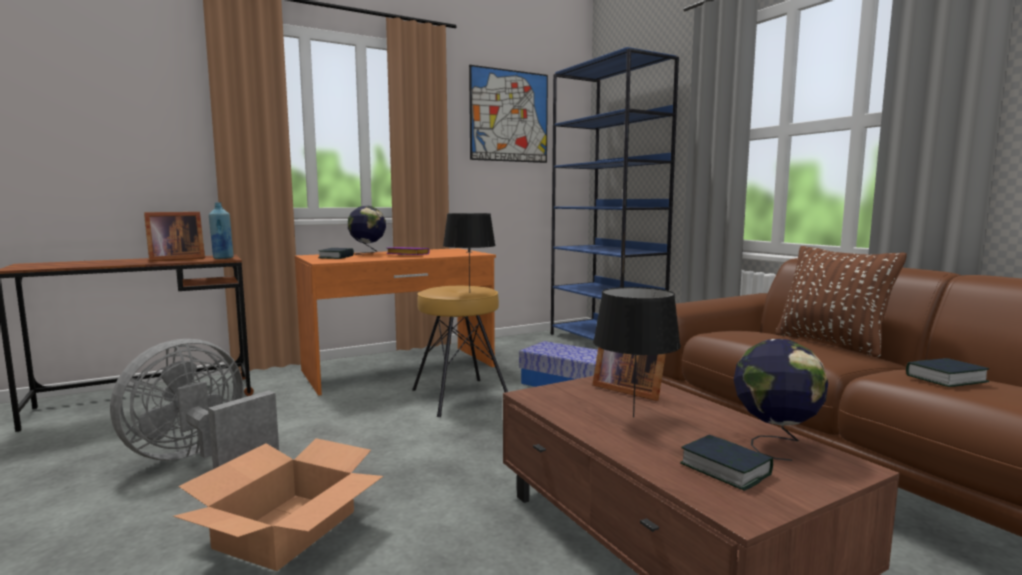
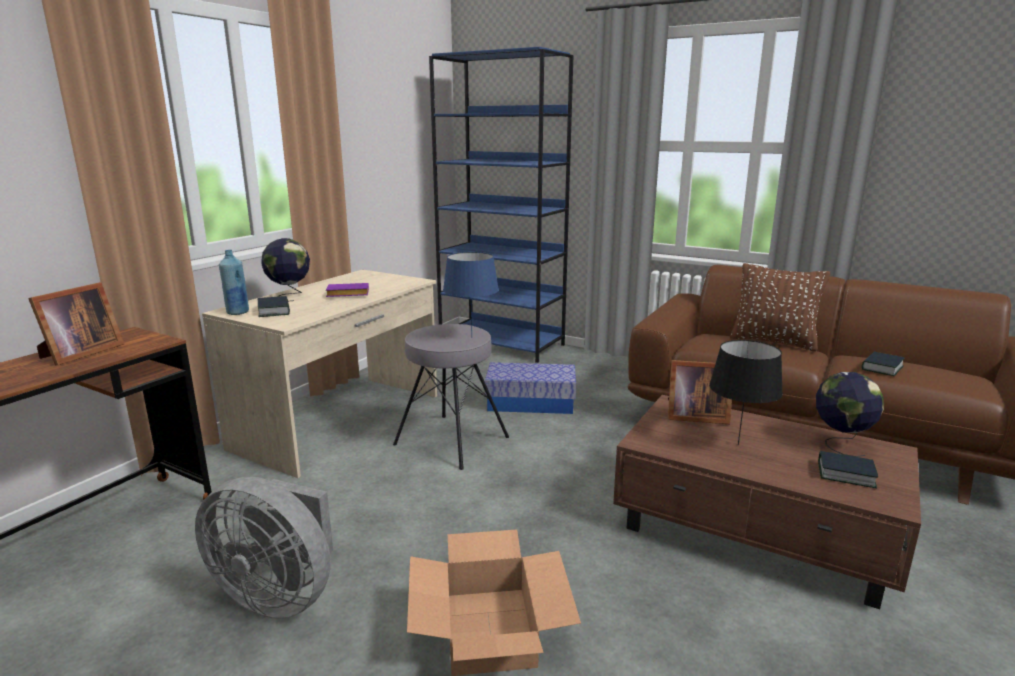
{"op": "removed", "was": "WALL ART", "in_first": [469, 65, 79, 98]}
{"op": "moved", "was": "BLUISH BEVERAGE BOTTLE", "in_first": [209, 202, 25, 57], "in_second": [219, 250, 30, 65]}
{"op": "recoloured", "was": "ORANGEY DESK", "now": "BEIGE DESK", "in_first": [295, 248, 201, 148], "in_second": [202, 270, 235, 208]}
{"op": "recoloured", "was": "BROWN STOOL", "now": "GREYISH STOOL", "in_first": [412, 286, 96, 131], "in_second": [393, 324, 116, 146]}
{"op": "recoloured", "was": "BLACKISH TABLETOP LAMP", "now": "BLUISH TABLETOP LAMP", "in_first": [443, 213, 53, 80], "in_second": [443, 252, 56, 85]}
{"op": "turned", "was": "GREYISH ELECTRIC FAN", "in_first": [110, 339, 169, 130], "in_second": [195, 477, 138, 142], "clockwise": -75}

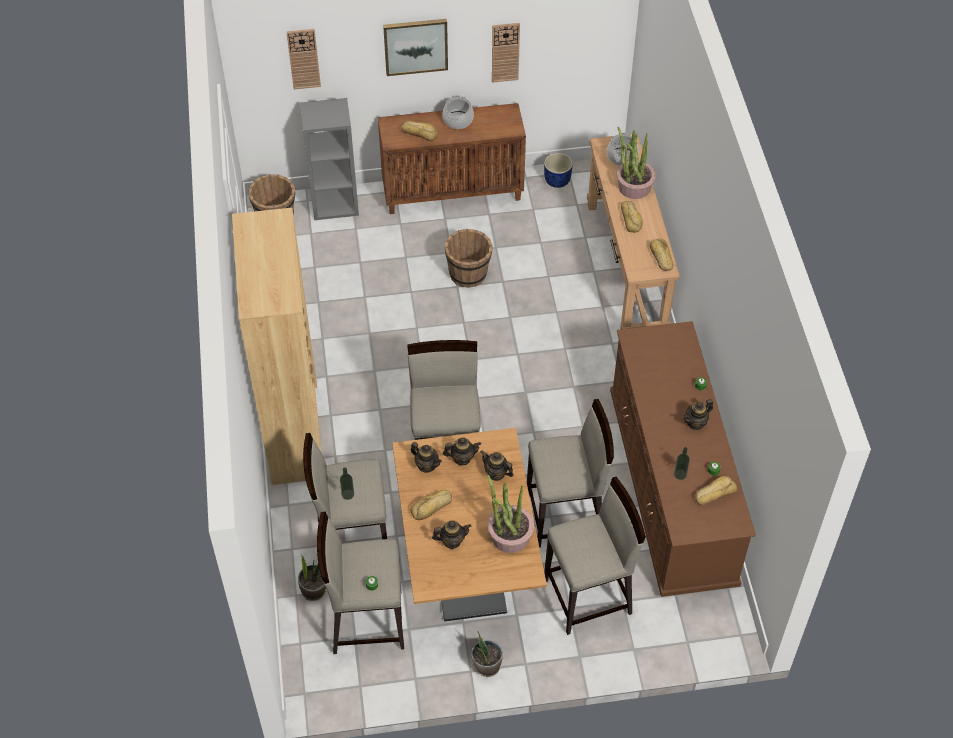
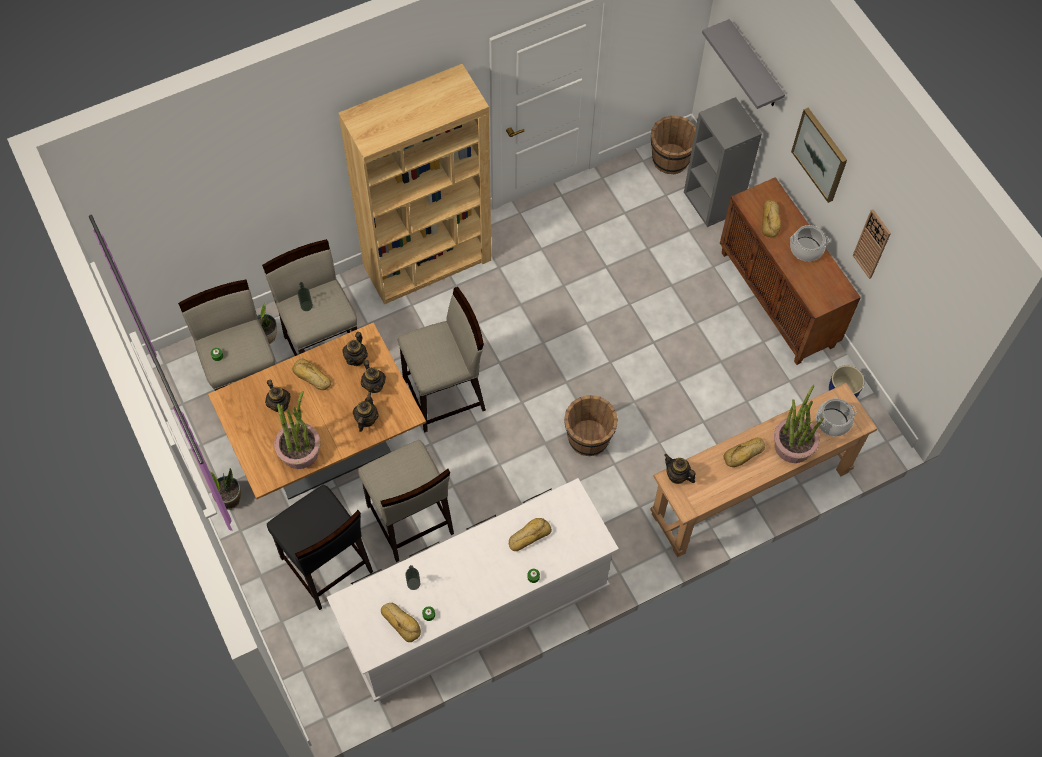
{"op": "moved", "was": "BROWN WATER BUCKET", "in_first": [445, 229, 48, 59], "in_second": [564, 395, 54, 61]}
{"op": "moved", "was": "BAKED BREAD", "in_first": [650, 239, 23, 32], "in_second": [509, 518, 43, 33]}
{"op": "moved", "was": "POT FOR TEA", "in_first": [683, 399, 30, 31], "in_second": [664, 454, 32, 30]}
{"op": "replaced", "was": "CLOCK ON THE WALL", "now": "GREYISH BRACKET SHELF", "in_first": [286, 29, 35, 60], "in_second": [702, 19, 83, 90]}
{"op": "recoloured", "was": "BEIGE STOOL", "now": "BLACKISH STOOL", "in_first": [544, 477, 102, 158], "in_second": [267, 484, 106, 126]}
{"op": "recoloured", "was": "BROWN CHEST OF DRAWERS", "now": "WHITE-COLOURED CHEST OF DRAWERS", "in_first": [610, 321, 146, 276], "in_second": [327, 478, 292, 224]}

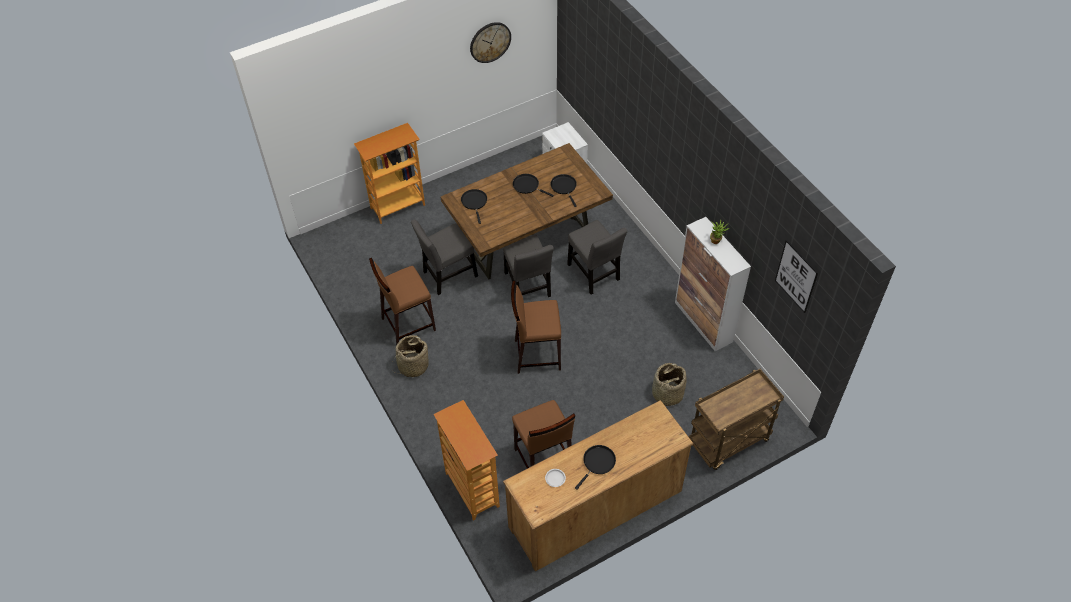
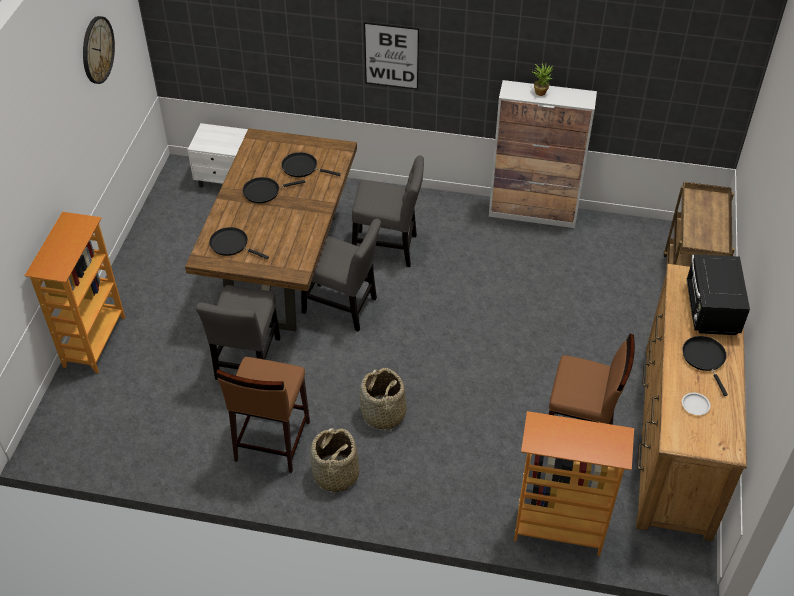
{"op": "removed", "was": "BROWN STOOL", "in_first": [511, 281, 50, 93]}
{"op": "added", "now": "BLACKISH MICROWAVE OVEN", "in_second": [687, 254, 63, 81]}
{"op": "moved", "was": "STORAGE BASKET", "in_first": [652, 363, 34, 43], "in_second": [359, 368, 47, 64]}
{"op": "moved", "was": "WALL ART", "in_first": [775, 240, 43, 73], "in_second": [364, 22, 55, 68]}

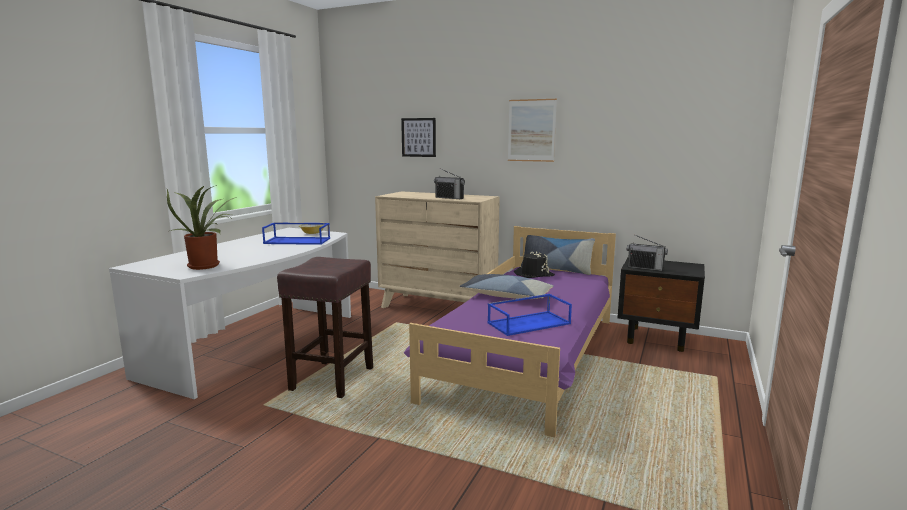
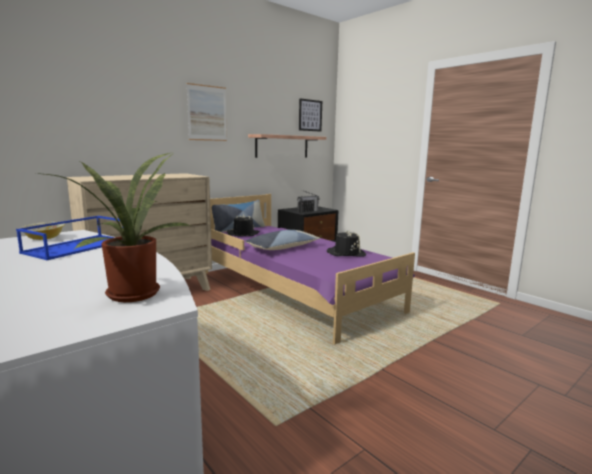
{"op": "removed", "was": "BROWN STOOL", "in_first": [277, 257, 96, 141]}
{"op": "removed", "was": "RADIO", "in_first": [434, 168, 31, 31]}
{"op": "added", "now": "BRACKET SHELF", "in_second": [248, 134, 78, 24]}
{"op": "moved", "was": "WALL ART", "in_first": [401, 118, 35, 39], "in_second": [299, 98, 23, 34]}
{"op": "replaced", "was": "BLUISH SERVING TRAY", "now": "BLACKISH WEARABLE HAT", "in_first": [487, 294, 85, 42], "in_second": [327, 230, 39, 27]}

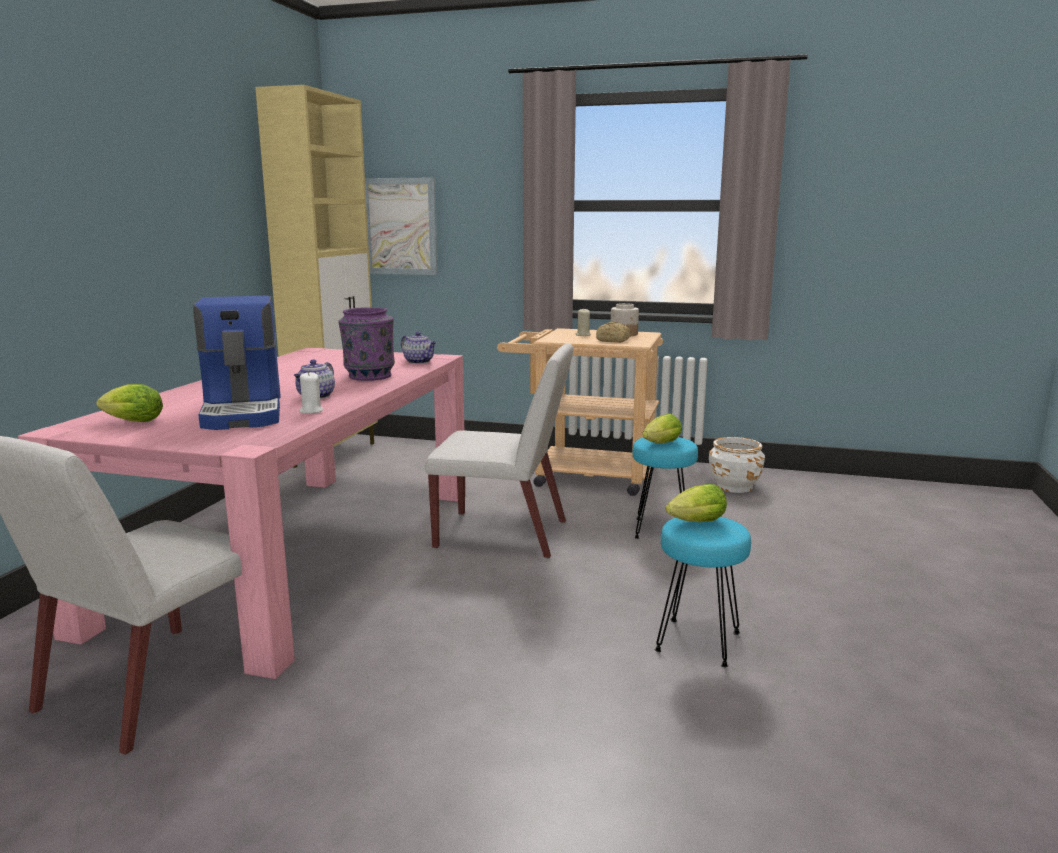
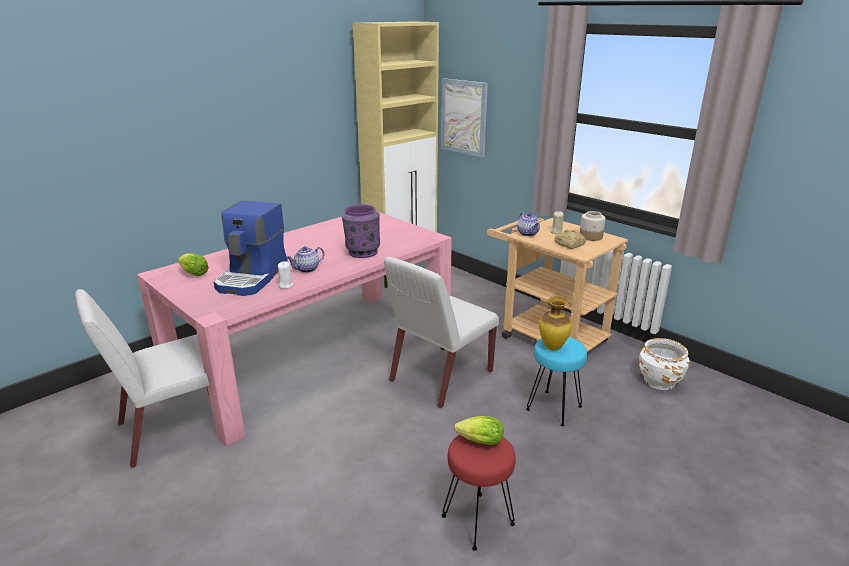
{"op": "moved", "was": "POT FOR TEA", "in_first": [401, 332, 35, 32], "in_second": [517, 213, 23, 23]}
{"op": "replaced", "was": "LETTUCE HEAD", "now": "VASE", "in_first": [642, 414, 40, 29], "in_second": [539, 297, 33, 53]}
{"op": "recoloured", "was": "TURQUOISE-COLOURED STOOL", "now": "RED STOOL", "in_first": [655, 517, 96, 150], "in_second": [441, 435, 75, 116]}
{"op": "turned", "was": "WHITE-COLOURED PLAIN CHAIR", "in_first": [425, 343, 148, 216], "in_second": [384, 257, 115, 151], "clockwise": 90}

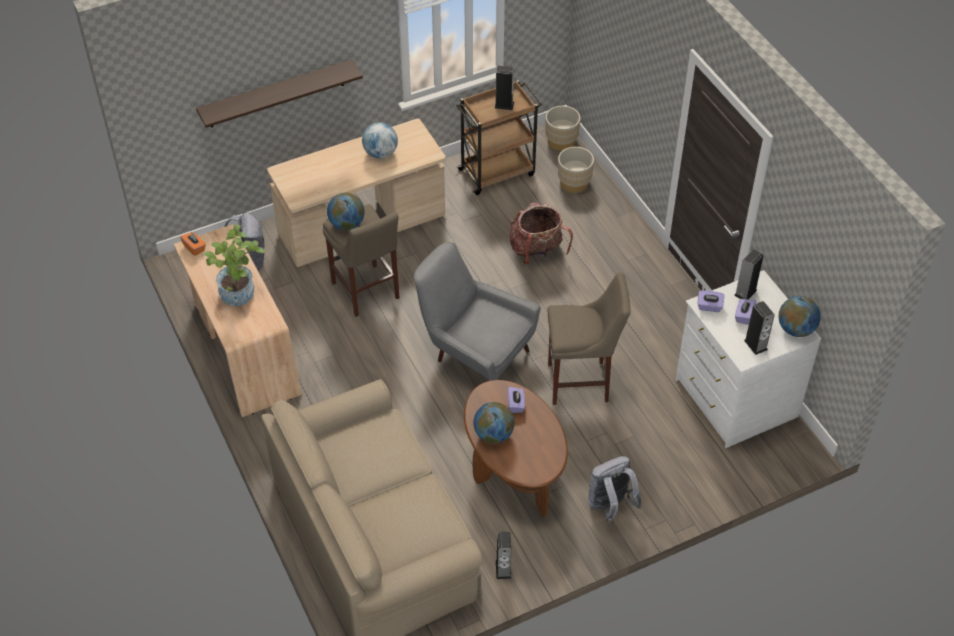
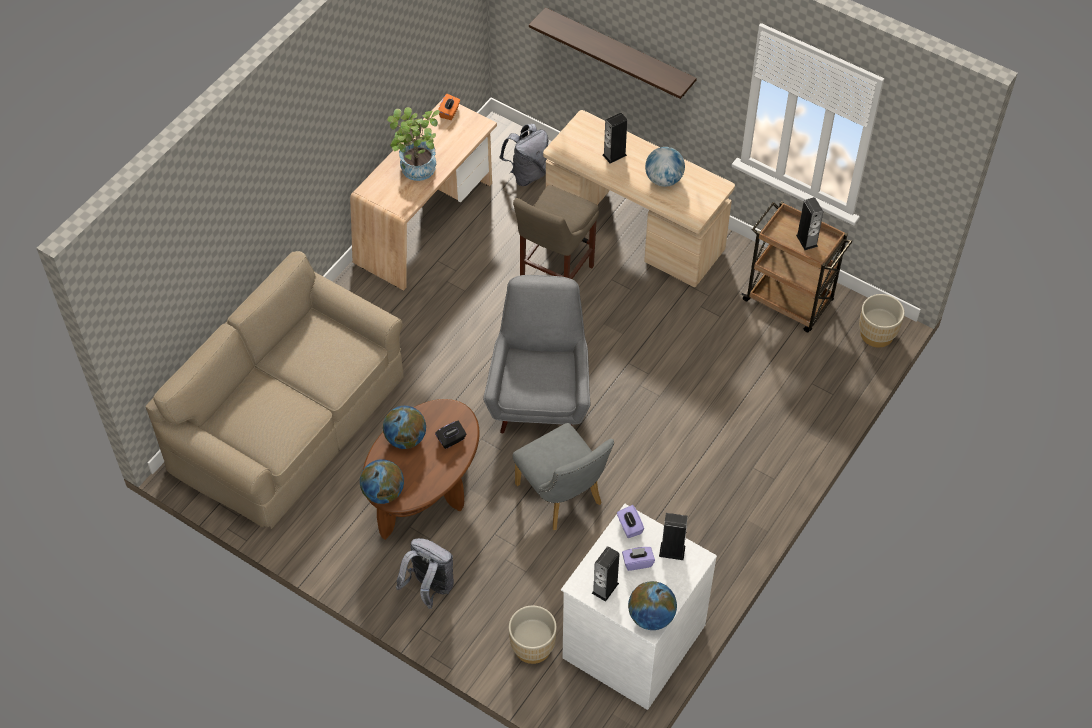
{"op": "removed", "was": "BACKPACK", "in_first": [509, 202, 64, 63]}
{"op": "moved", "was": "WORLD GLOBE", "in_first": [327, 193, 38, 37], "in_second": [360, 459, 44, 45]}
{"op": "moved", "was": "SPEAKER", "in_first": [496, 532, 15, 47], "in_second": [603, 113, 24, 50]}
{"op": "moved", "was": "BEIGE FLOWER POT", "in_first": [558, 147, 36, 46], "in_second": [509, 606, 48, 58]}
{"op": "replaced", "was": "BEIGE STOOL", "now": "GREYISH PLAIN CHAIR", "in_first": [547, 273, 84, 132], "in_second": [513, 423, 101, 107]}
{"op": "recoloured", "was": "PURPLE BOX OF TISSUES", "now": "BLACKISH BOX OF TISSUES", "in_first": [507, 387, 18, 26], "in_second": [435, 421, 32, 28]}

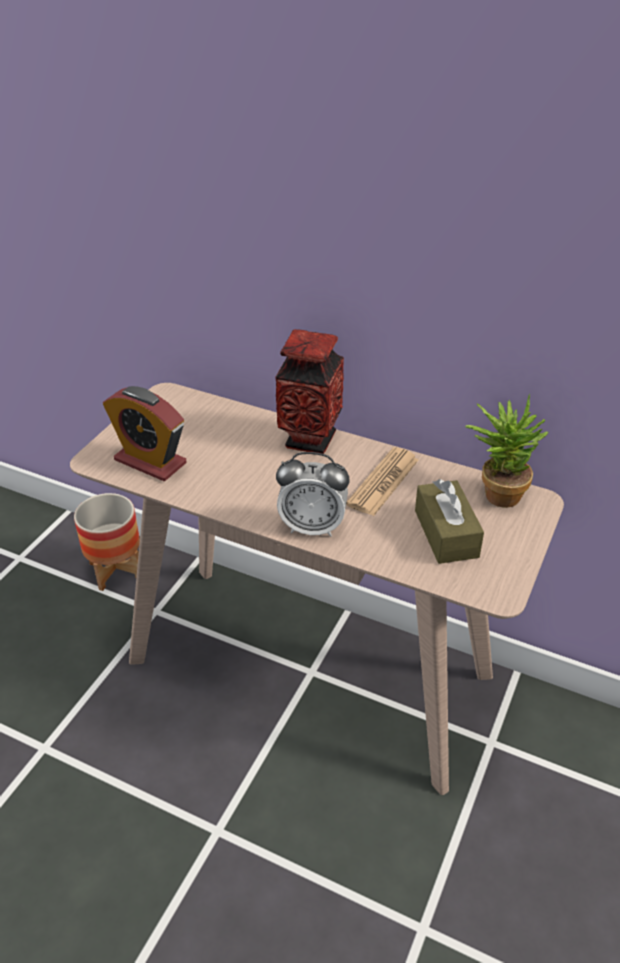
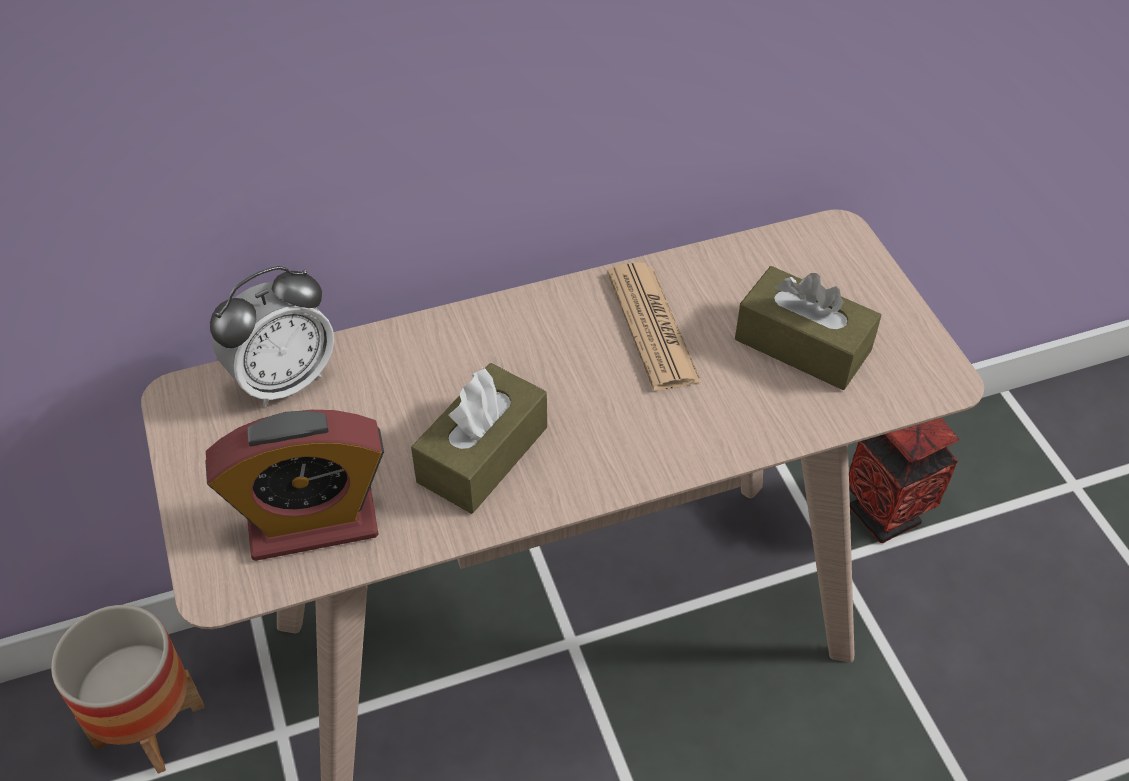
{"op": "removed", "was": "POTTED PLANT", "in_first": [465, 394, 83, 114]}
{"op": "added", "now": "BROWN BOX OF TISSUES", "in_second": [411, 363, 136, 151]}
{"op": "moved", "was": "VASE", "in_first": [275, 329, 69, 125], "in_second": [849, 418, 110, 125]}
{"op": "moved", "was": "BEDSIDE CLOCK", "in_first": [276, 452, 74, 85], "in_second": [210, 266, 124, 141]}

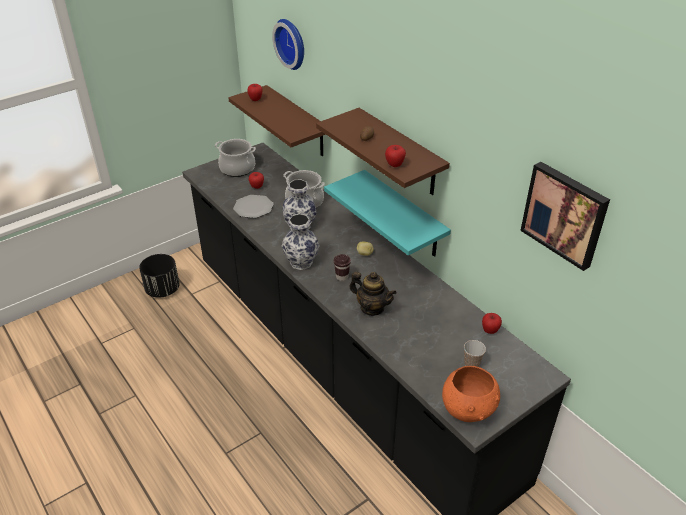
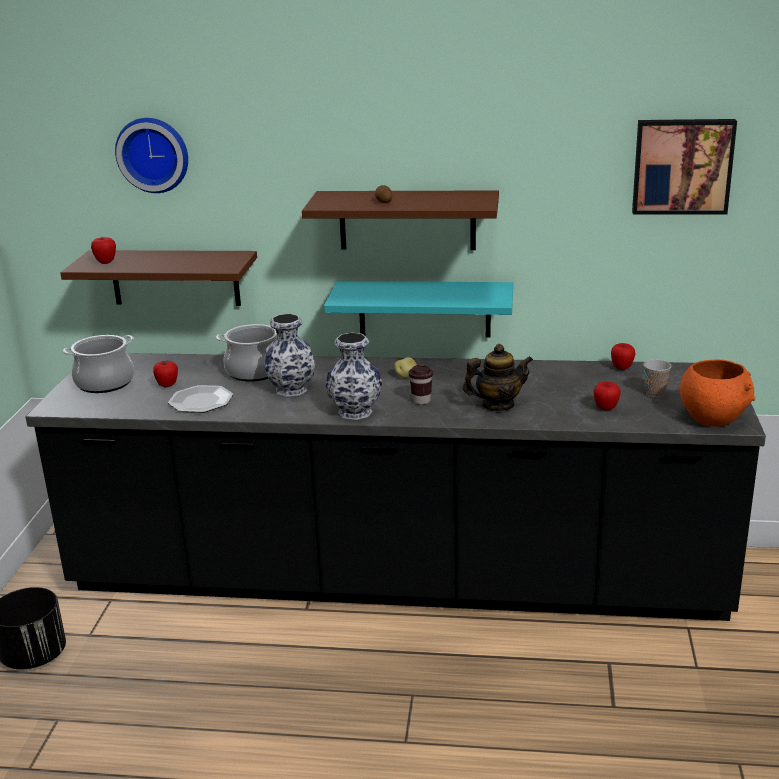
{"op": "moved", "was": "APPLE", "in_first": [385, 145, 21, 22], "in_second": [593, 382, 28, 28]}

